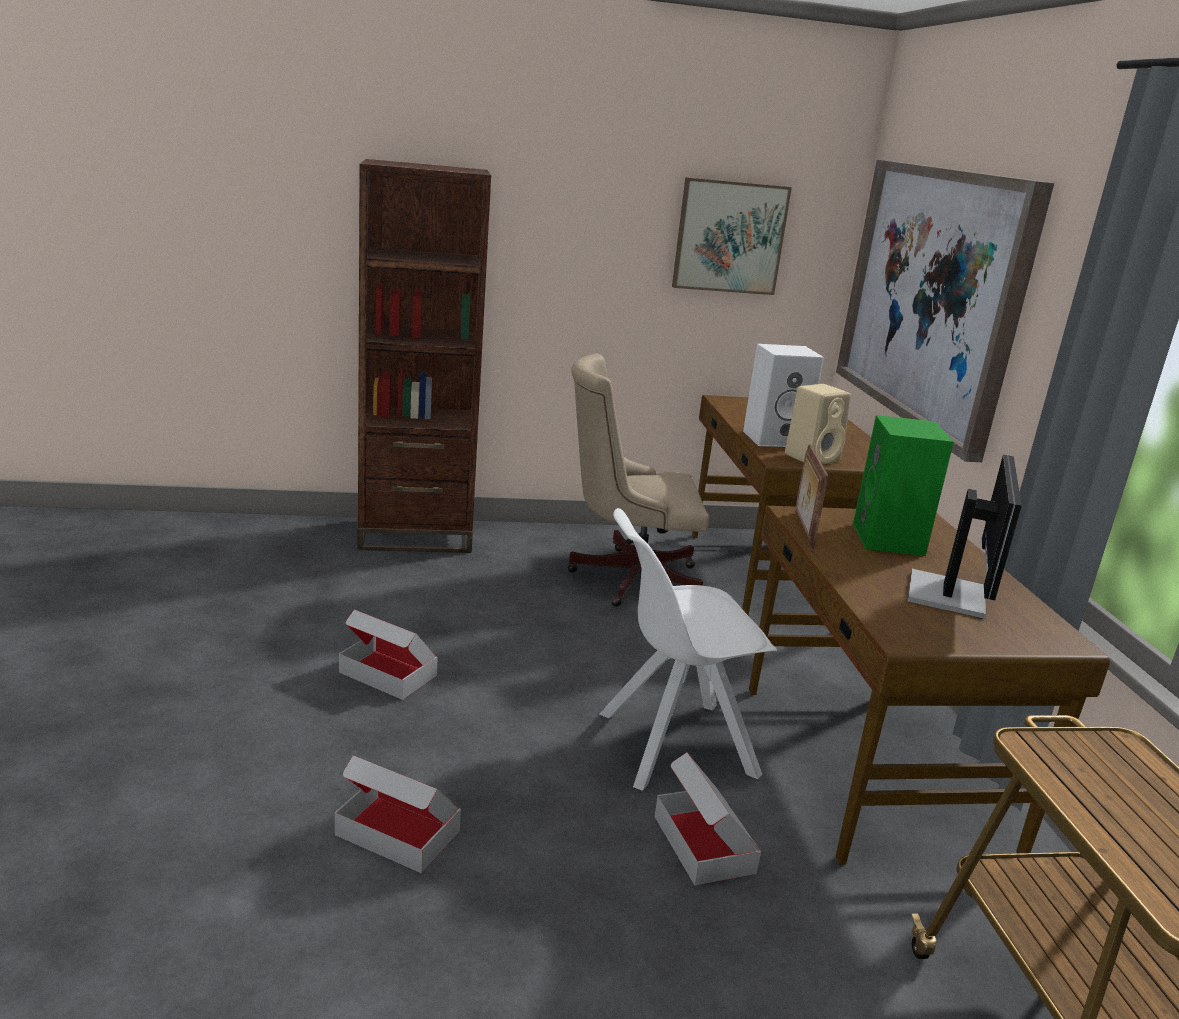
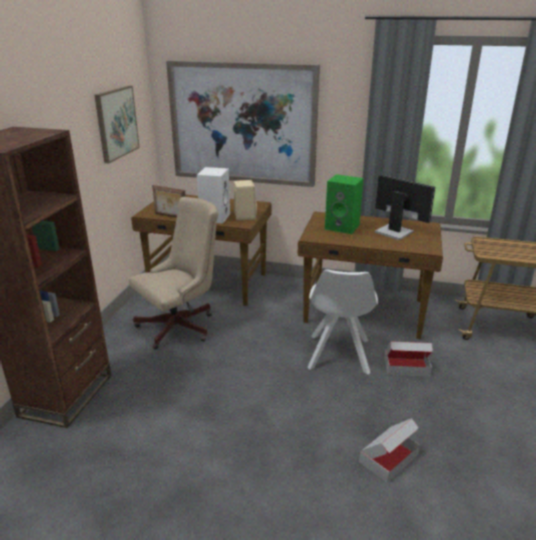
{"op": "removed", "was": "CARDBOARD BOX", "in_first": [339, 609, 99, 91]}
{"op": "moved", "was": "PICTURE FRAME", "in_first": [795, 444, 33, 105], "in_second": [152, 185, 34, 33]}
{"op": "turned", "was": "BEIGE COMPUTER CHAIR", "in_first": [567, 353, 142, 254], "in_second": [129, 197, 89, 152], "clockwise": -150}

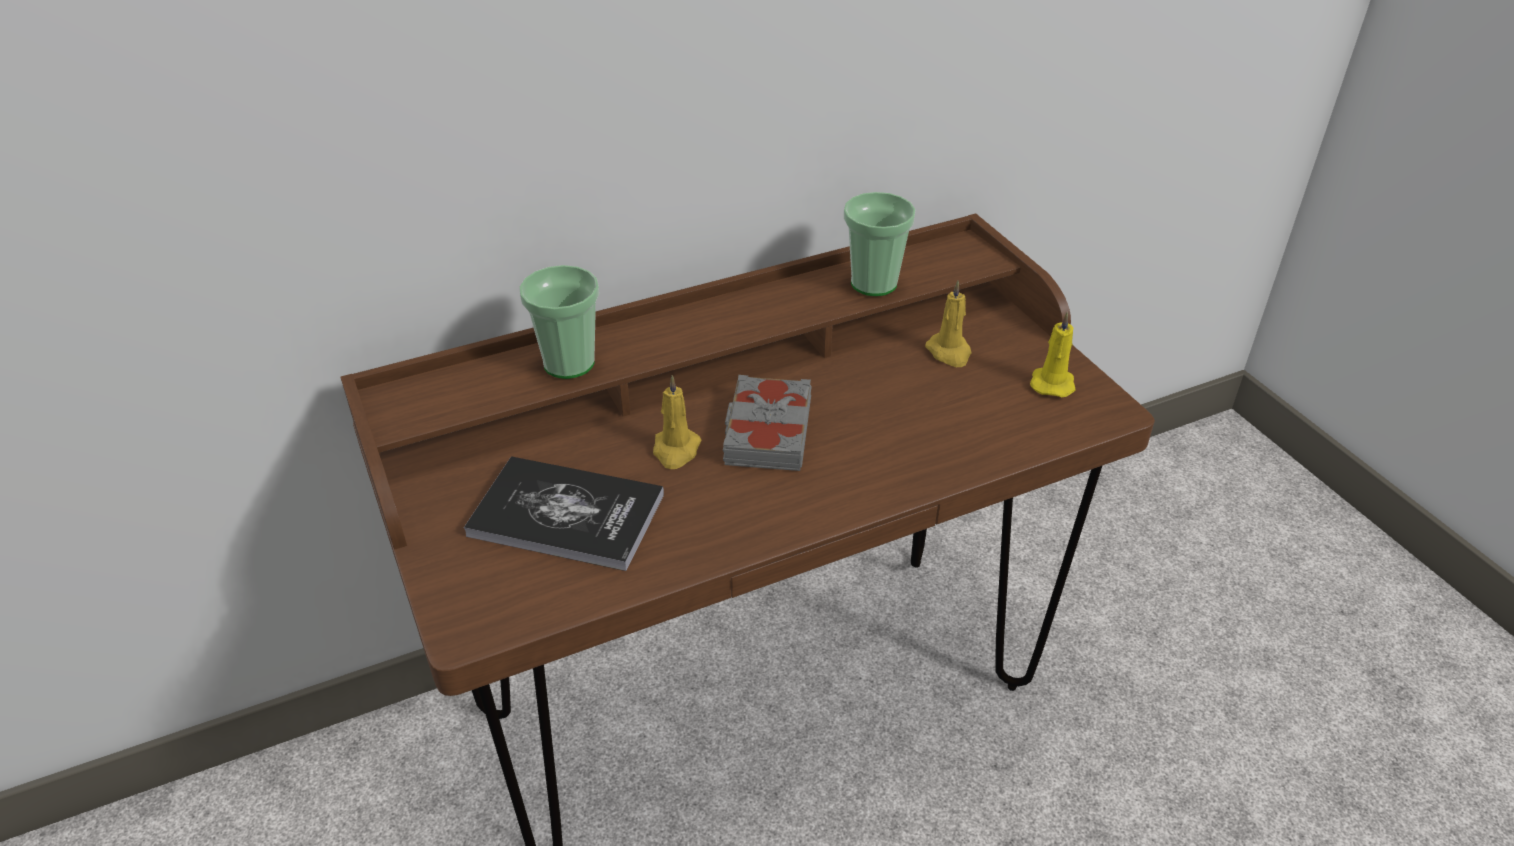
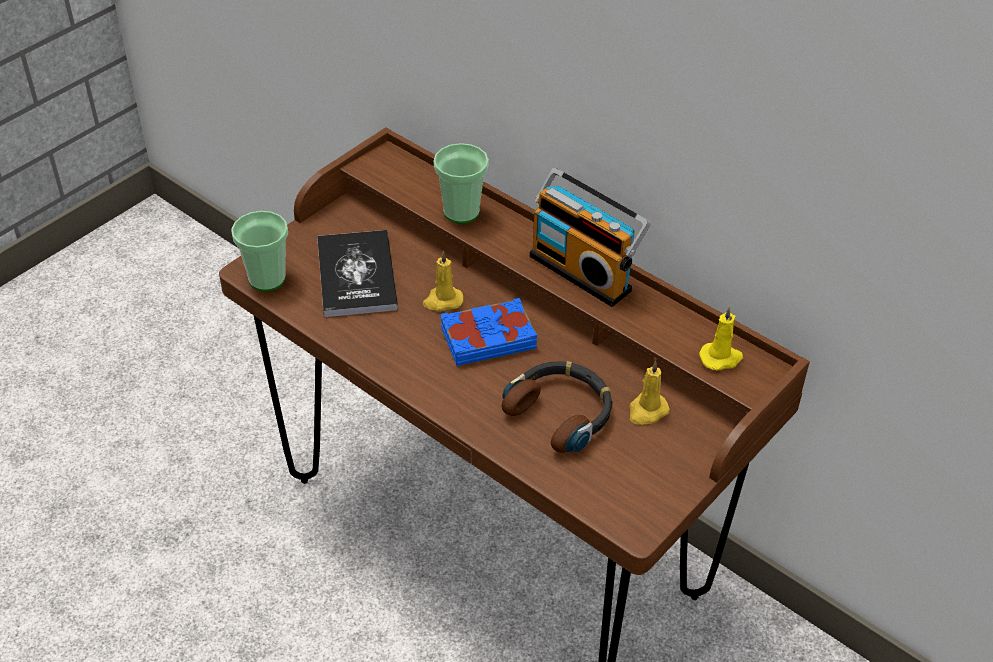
{"op": "added", "now": "HEADPHONES", "in_second": [502, 361, 110, 92]}
{"op": "added", "now": "RADIO", "in_second": [529, 168, 122, 139]}
{"op": "moved", "was": "CUP", "in_first": [844, 192, 71, 104], "in_second": [231, 211, 57, 80]}
{"op": "moved", "was": "YELLOW WAX CANDLE", "in_first": [1030, 311, 46, 86], "in_second": [699, 306, 44, 65]}
{"op": "recoloured", "was": "GREYISH BOUND BOOK", "now": "BLUISH BOUND BOOK", "in_first": [723, 375, 89, 96], "in_second": [441, 298, 96, 68]}

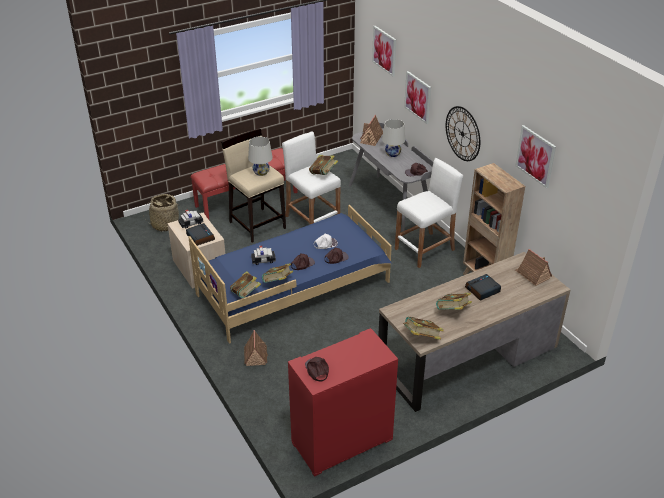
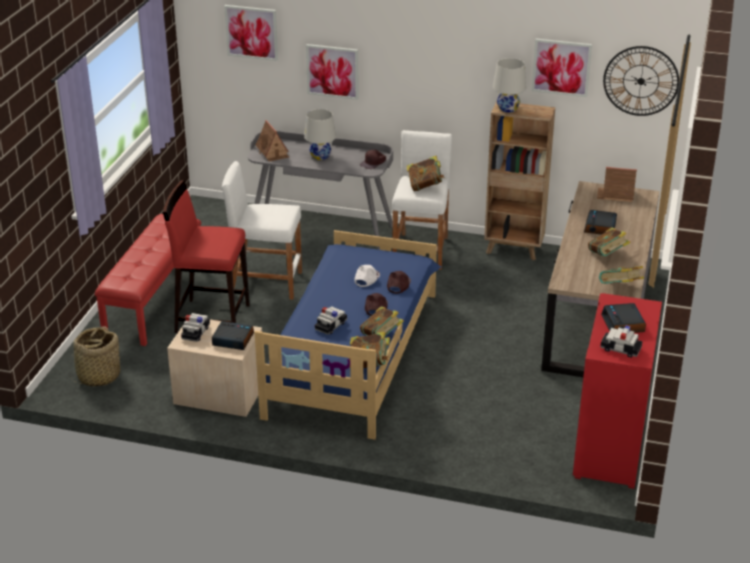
{"op": "removed", "was": "MODEL HOUSE", "in_first": [244, 330, 24, 36]}
{"op": "added", "now": "BEDSIDE CLOCK", "in_second": [601, 303, 45, 30]}
{"op": "moved", "was": "WHITE-COLOURED TABLETOP LAMP", "in_first": [248, 137, 25, 39], "in_second": [493, 58, 33, 55]}
{"op": "moved", "was": "BOUND BOOK", "in_first": [309, 155, 29, 20], "in_second": [406, 156, 39, 35]}
{"op": "moved", "was": "CLOCK ON THE WALL", "in_first": [446, 106, 34, 55], "in_second": [603, 46, 76, 70]}
{"op": "replaced", "was": "BROWN PEAKED CAP", "now": "TOY CAR", "in_first": [305, 357, 24, 24], "in_second": [600, 326, 43, 32]}
{"op": "recoloured", "was": "BEIGE STOOL", "now": "RED STOOL", "in_first": [221, 128, 65, 115], "in_second": [163, 180, 87, 153]}

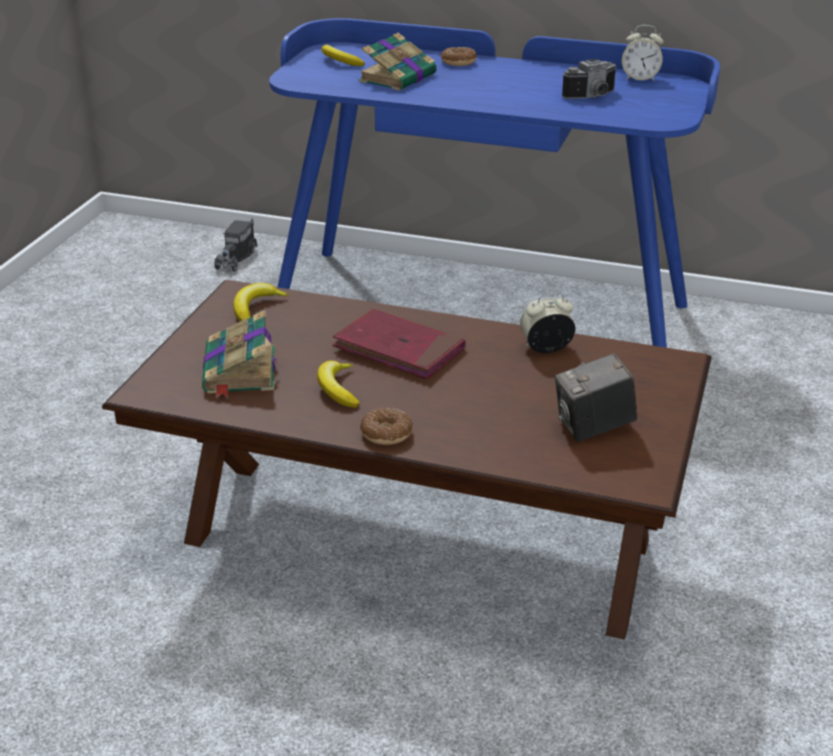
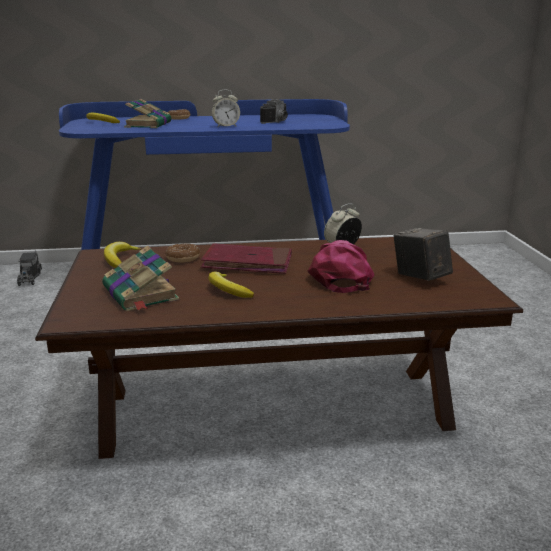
{"op": "added", "now": "PINK-COLOURED PEAKED CAP", "in_second": [308, 240, 66, 53]}
{"op": "moved", "was": "DOUGHNUT", "in_first": [360, 408, 53, 37], "in_second": [165, 244, 35, 19]}
{"op": "moved", "was": "BEDSIDE CLOCK", "in_first": [622, 25, 42, 57], "in_second": [212, 90, 28, 38]}
{"op": "turned", "was": "STILL CAMERA", "in_first": [555, 353, 82, 89], "in_second": [394, 228, 59, 53], "clockwise": 105}

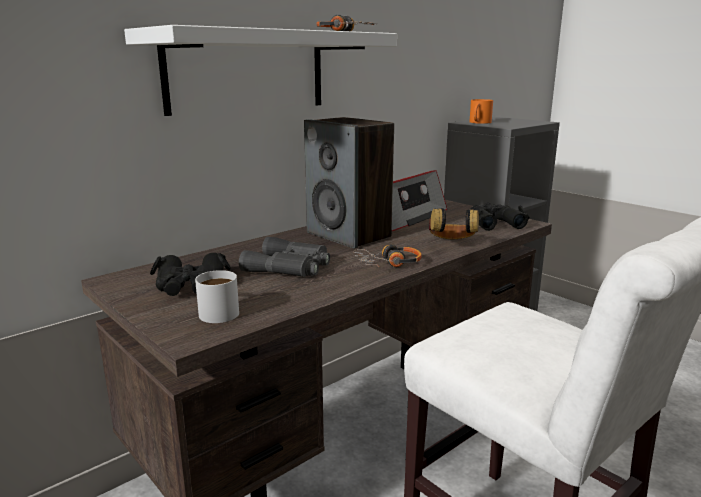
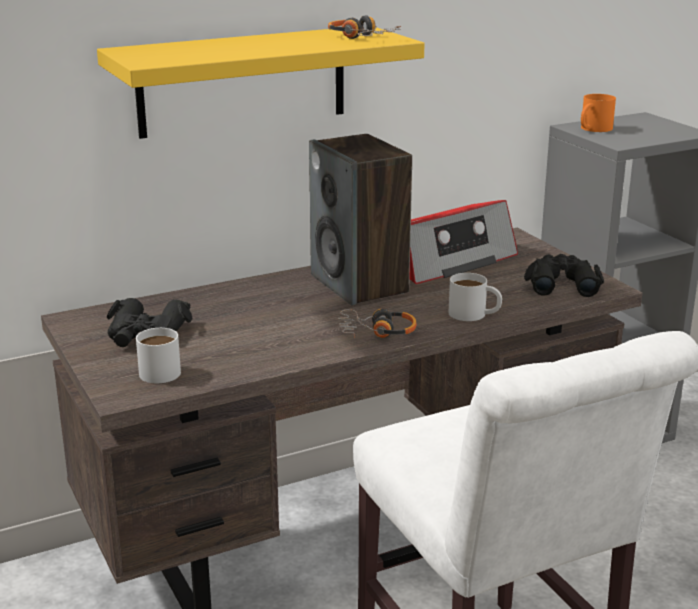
{"op": "removed", "was": "GREYISH FIELD GLASSES", "in_first": [239, 237, 91, 40]}
{"op": "replaced", "was": "HEADPHONES", "now": "WHITE-COLOURED COFFEE MUG", "in_first": [429, 208, 50, 31], "in_second": [448, 273, 54, 48]}
{"op": "recoloured", "was": "WHITE-COLOURED BRACKET SHELF", "now": "YELLOW BRACKET SHELF", "in_first": [124, 25, 273, 91], "in_second": [97, 27, 328, 112]}

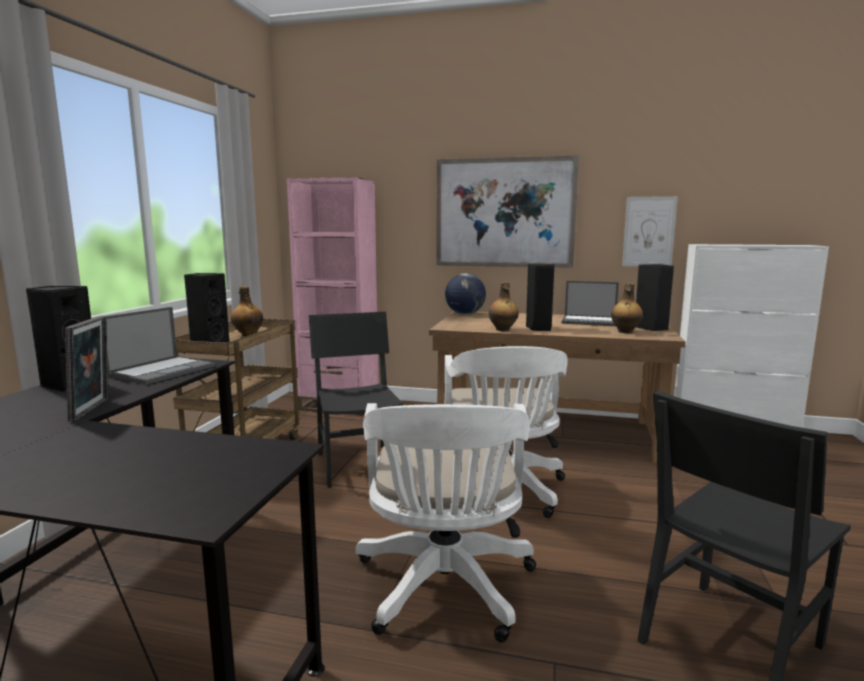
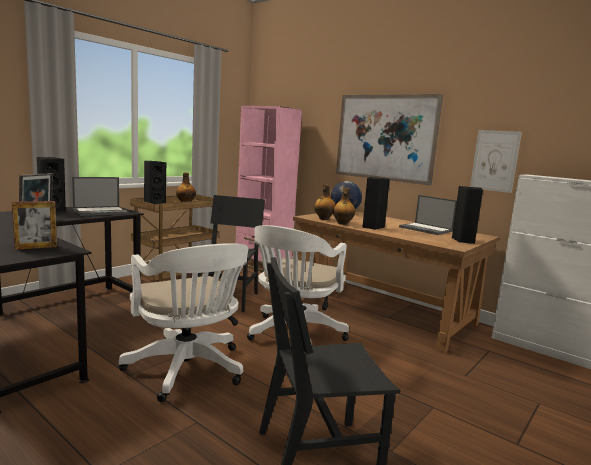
{"op": "added", "now": "PICTURE FRAME", "in_second": [12, 201, 45, 49]}
{"op": "moved", "was": "BEVERAGE BOTTLE", "in_first": [611, 283, 32, 50], "in_second": [314, 184, 21, 36]}
{"op": "turned", "was": "WHITE-COLOURED COMPUTER CHAIR", "in_first": [356, 403, 180, 240], "in_second": [119, 243, 129, 159], "clockwise": -60}

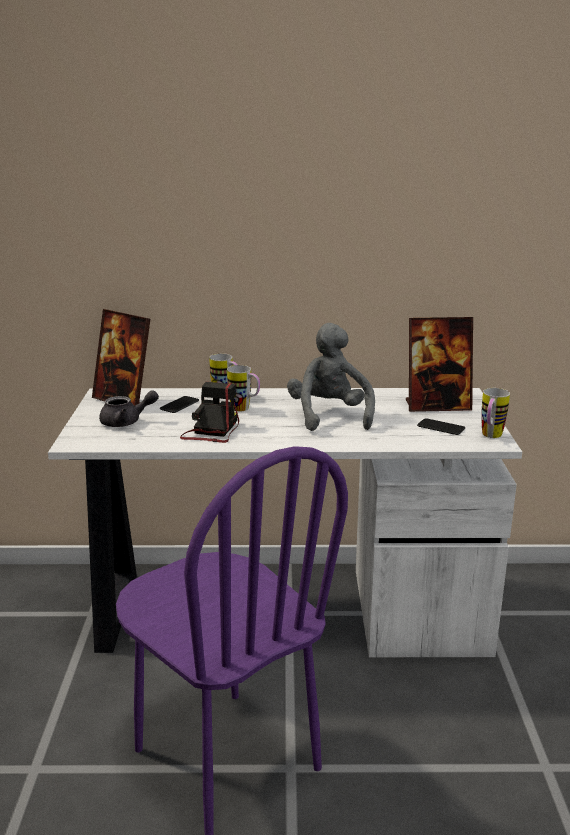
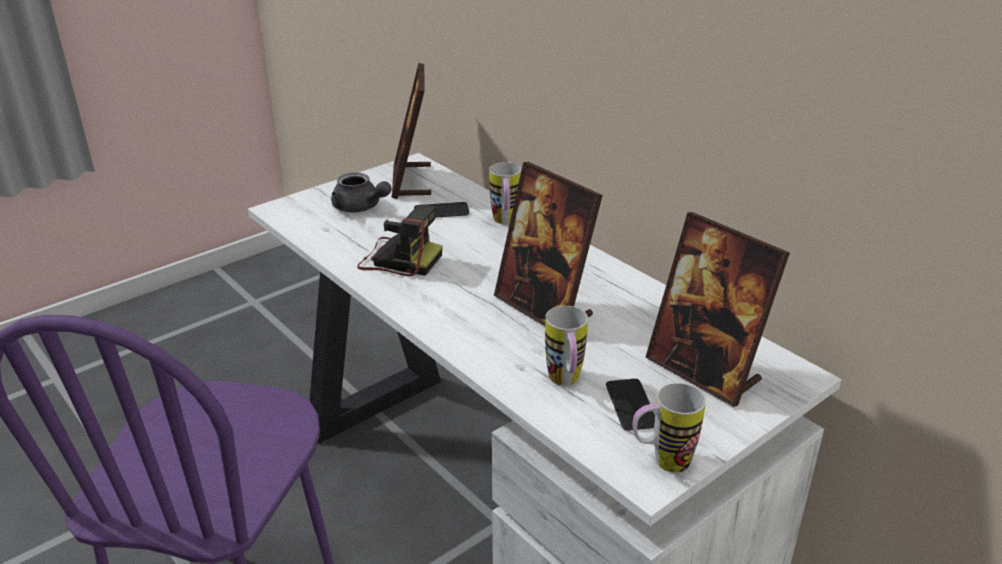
{"op": "moved", "was": "COFFEE MUG", "in_first": [227, 365, 33, 47], "in_second": [545, 306, 43, 80]}
{"op": "replaced", "was": "GREYISH CUDDLY TOY", "now": "PICTURE FRAME", "in_first": [287, 323, 88, 108], "in_second": [494, 162, 109, 164]}
{"op": "turned", "was": "STILL CAMERA", "in_first": [180, 382, 59, 61], "in_second": [357, 205, 86, 71], "clockwise": 45}

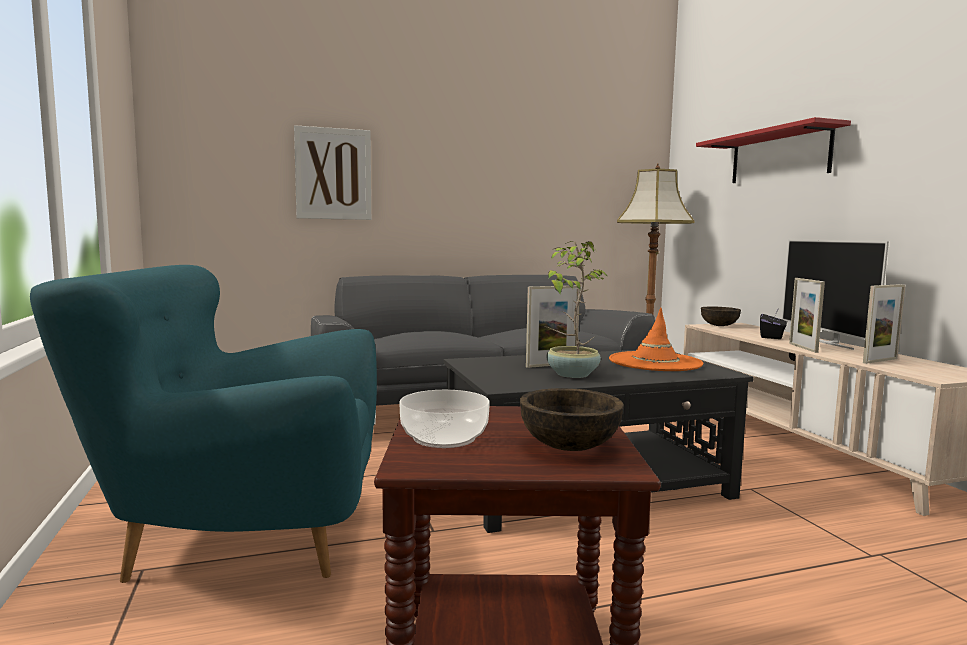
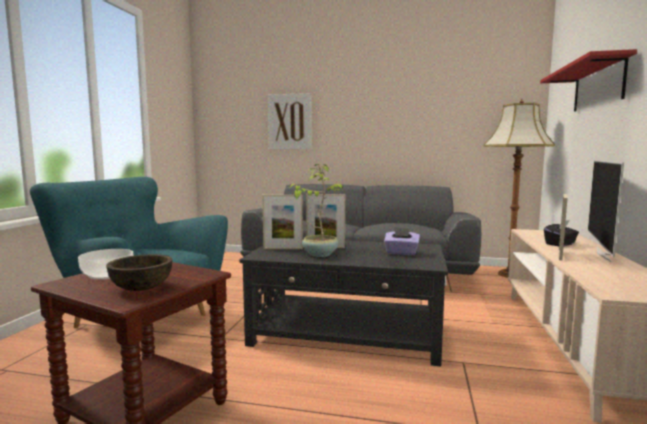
{"op": "removed", "was": "BROWN BOWL", "in_first": [701, 307, 40, 19]}
{"op": "moved", "was": "PICTURE FRAME", "in_first": [863, 284, 43, 80], "in_second": [262, 195, 41, 54]}
{"op": "replaced", "was": "ORANGEY WEARABLE HAT", "now": "PURPLE BOX OF TISSUES", "in_first": [609, 307, 94, 64], "in_second": [384, 227, 36, 28]}

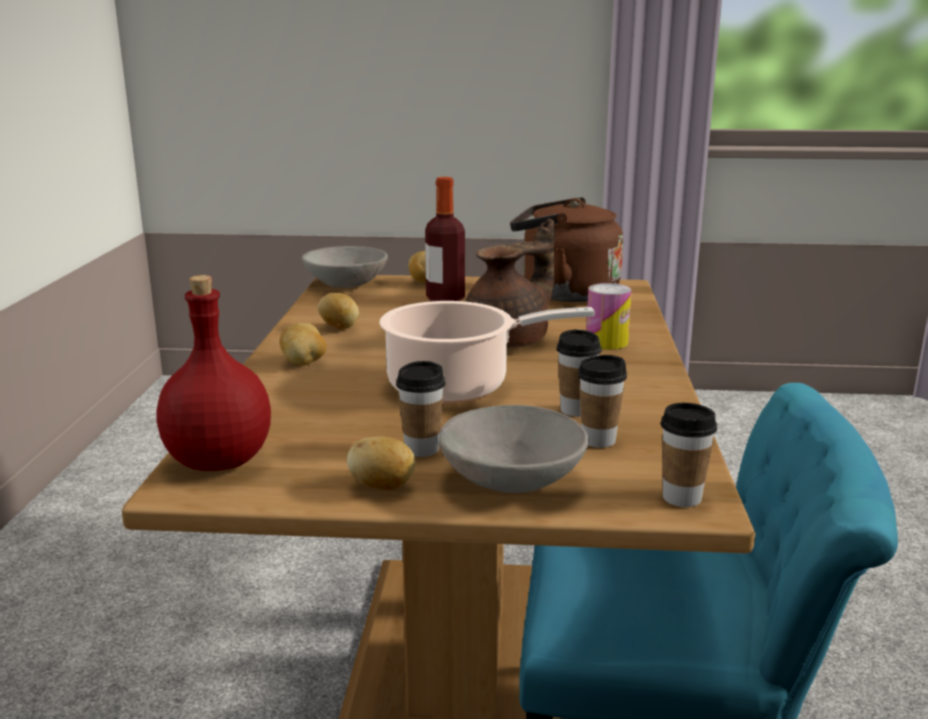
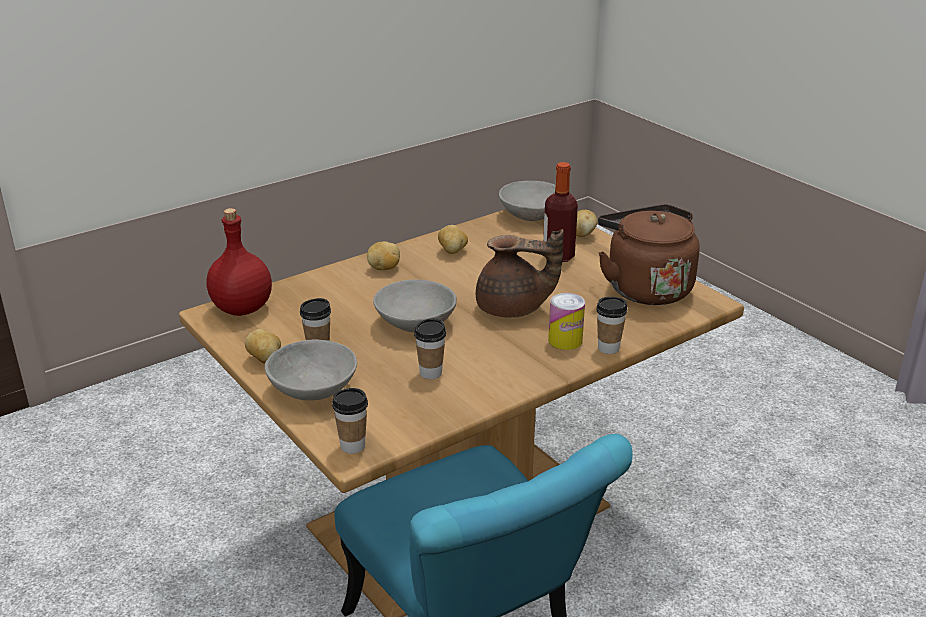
{"op": "moved", "was": "CUP", "in_first": [578, 355, 49, 93], "in_second": [596, 297, 32, 57]}
{"op": "replaced", "was": "STOCKPOT", "now": "GREYISH BOWL", "in_first": [379, 301, 216, 102], "in_second": [373, 279, 84, 53]}

